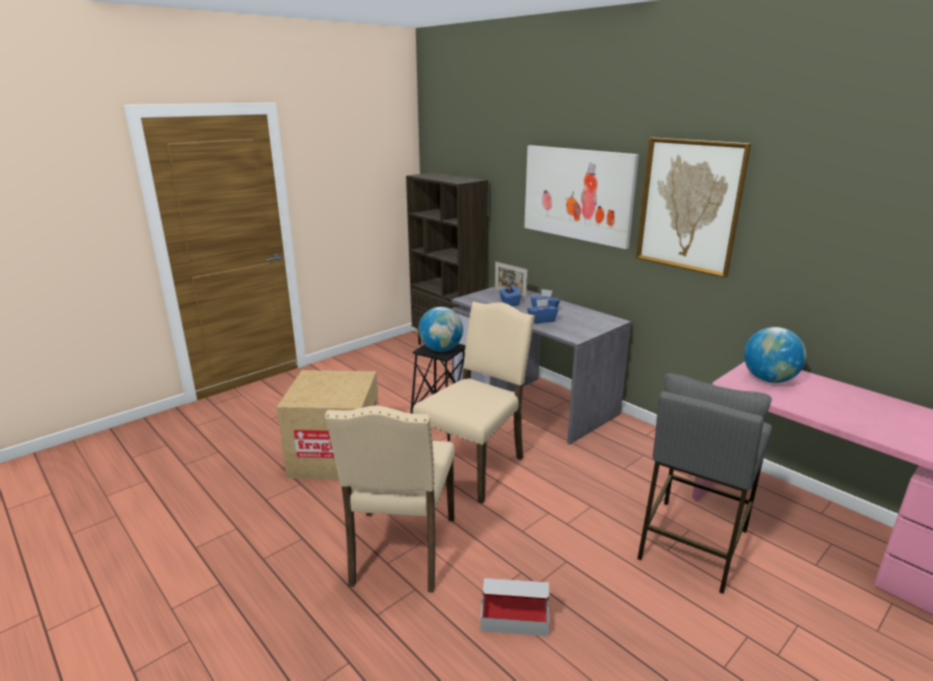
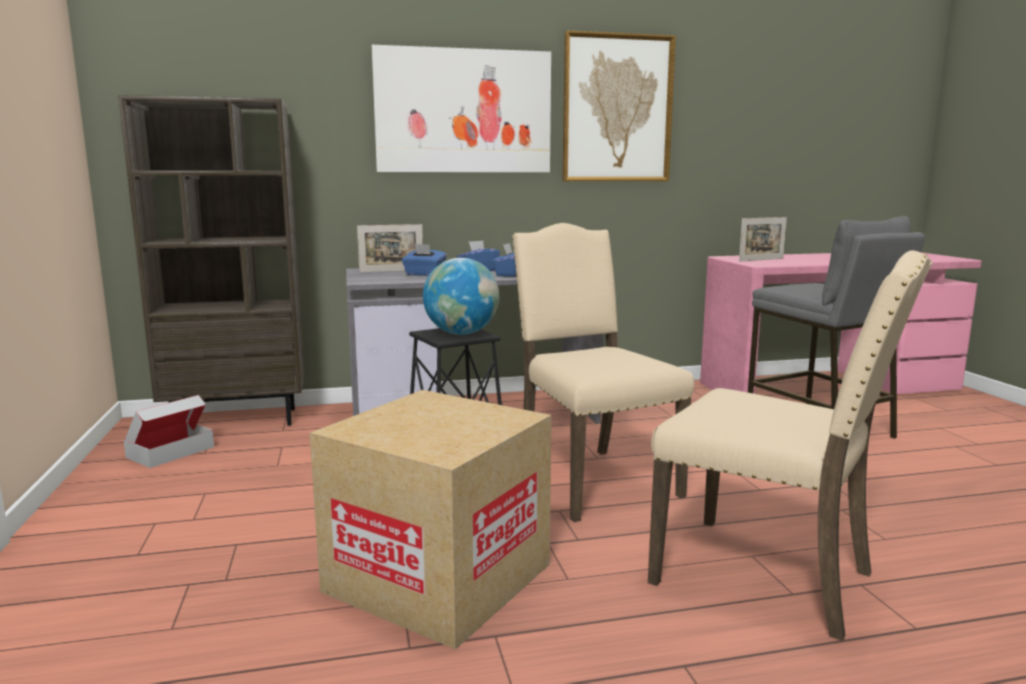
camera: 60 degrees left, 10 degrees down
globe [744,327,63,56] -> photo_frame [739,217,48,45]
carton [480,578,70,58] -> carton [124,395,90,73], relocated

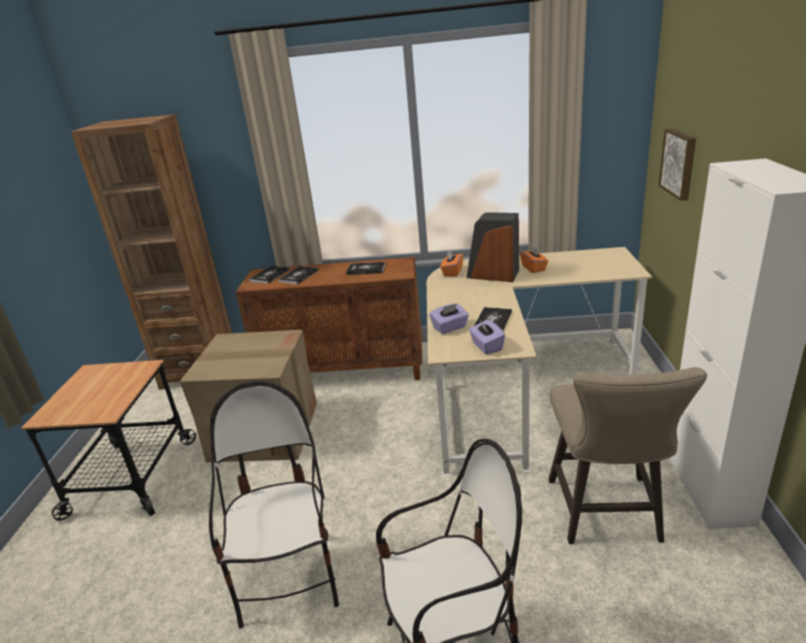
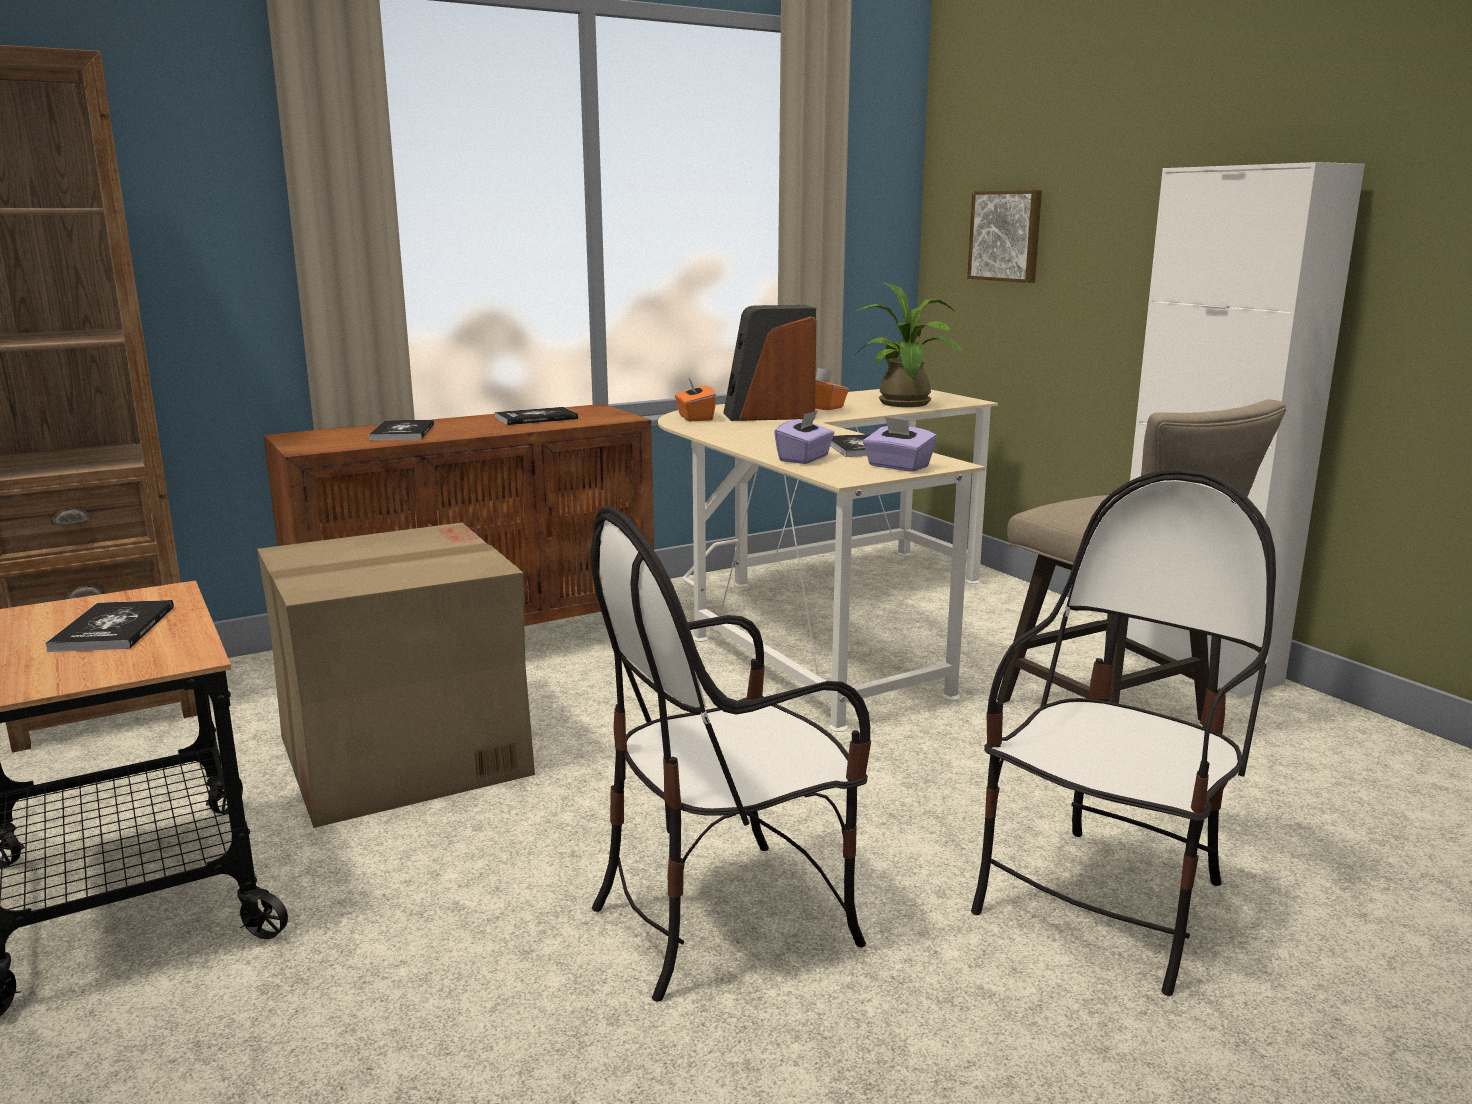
camera: 35 degrees left, 10 degrees down
book [249,266,41,18] -> book [45,600,129,52], relocated
plain_chair [209,381,130,248] -> plain_chair [590,506,281,496], 75 degrees counterclockwise
none -> plant_in_a_pot [855,282,110,125]

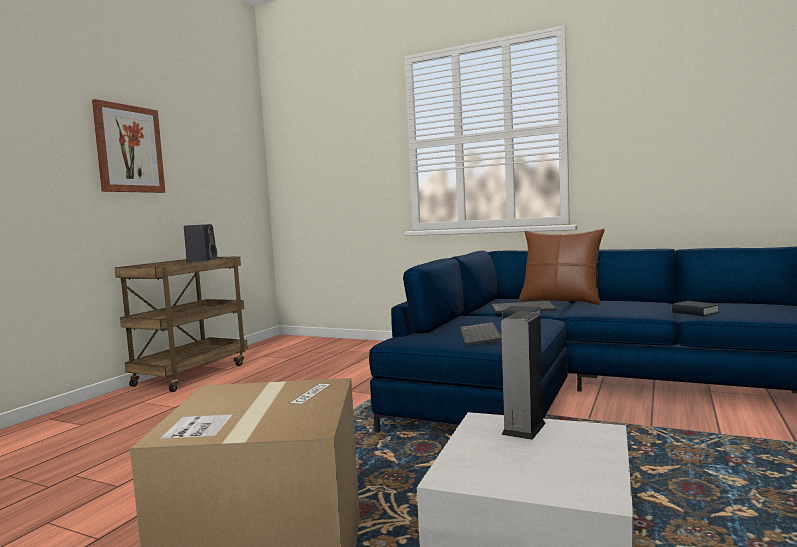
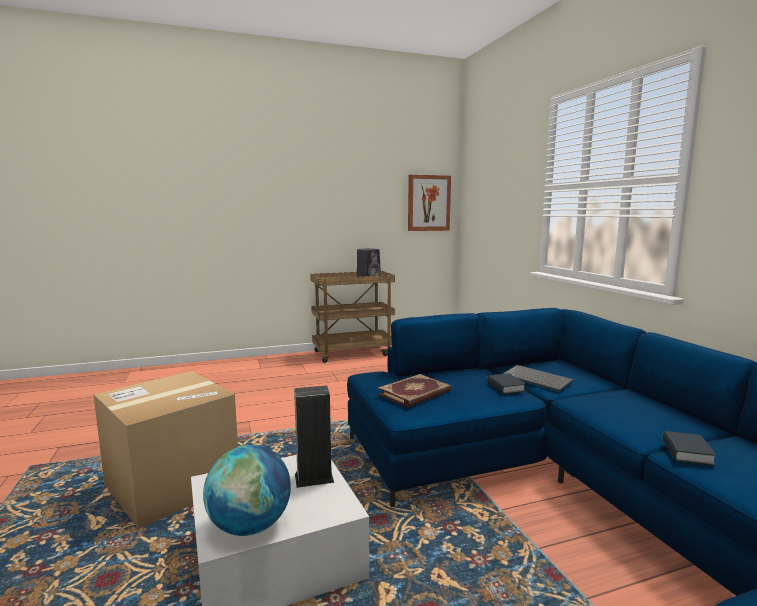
camera: 45 degrees right, 5 degrees up
wall_picture [92,99,73,94] -> wall_picture [408,175,43,56], relocated
brown-coloured_pillow [519,228,86,77] -> none
PC_keyboard [460,322,41,23] -> book [378,374,73,34]
none -> globe [203,445,88,91]

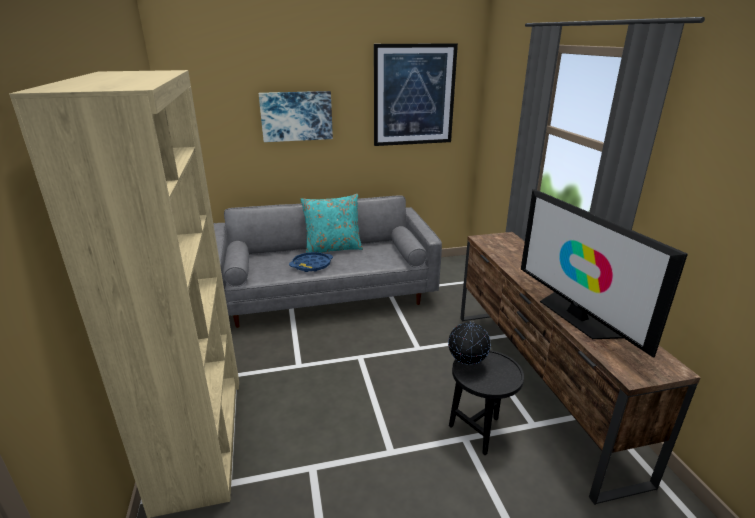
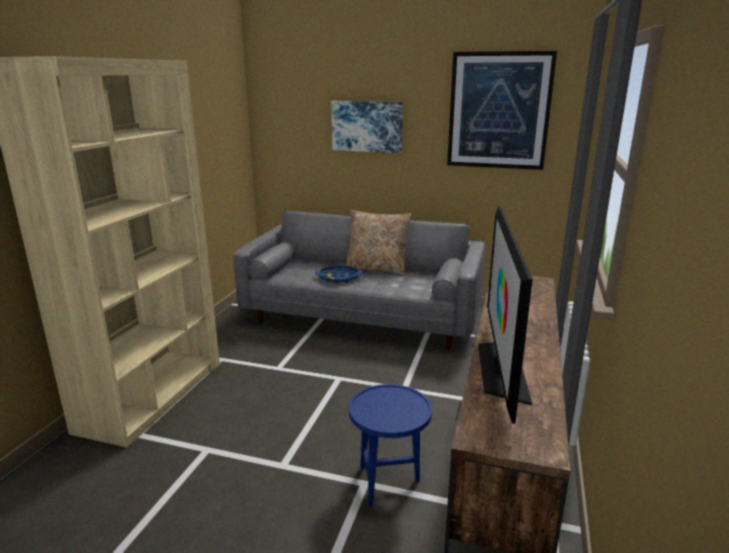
camera: 30 degrees right, 5 degrees down
turquoise-coloured_pillow [301,194,62,59] -> beige-coloured_pillow [345,210,67,65]
globe [448,322,43,43] -> none
black_side_table [449,350,75,105] -> bluish_side_table [349,384,83,123]

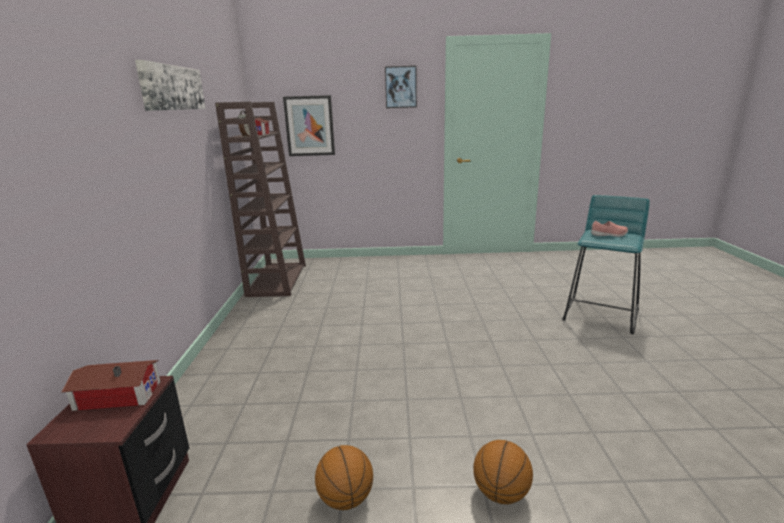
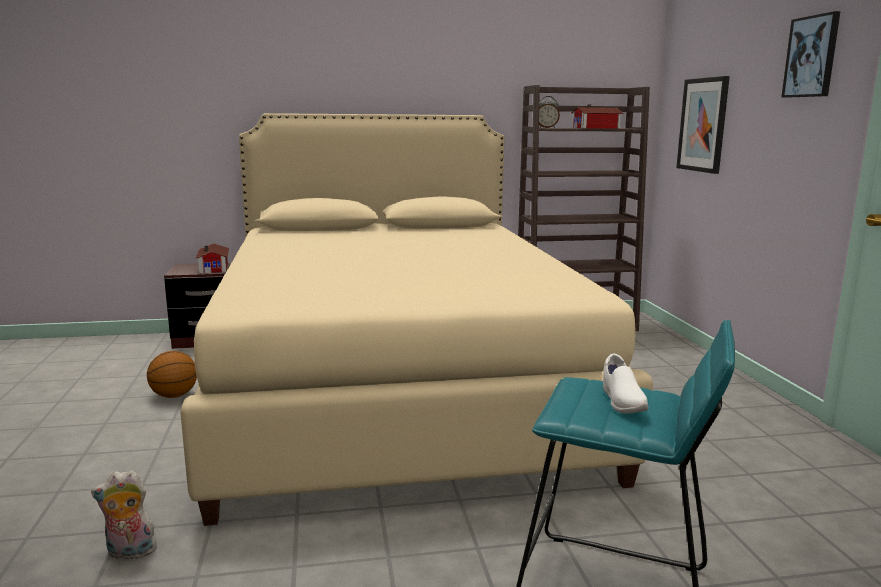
camera: 80 degrees right, 5 degrees down
wall_picture [135,60,71,51] -> none
pinkish_low_shoe [591,220,37,17] -> white_low_shoe [603,354,45,59]
ball_for_basketball [473,440,60,64] -> none
none -> beige-coloured_bedroom_bed [180,113,473,413]
none -> soft_toy [91,470,66,89]

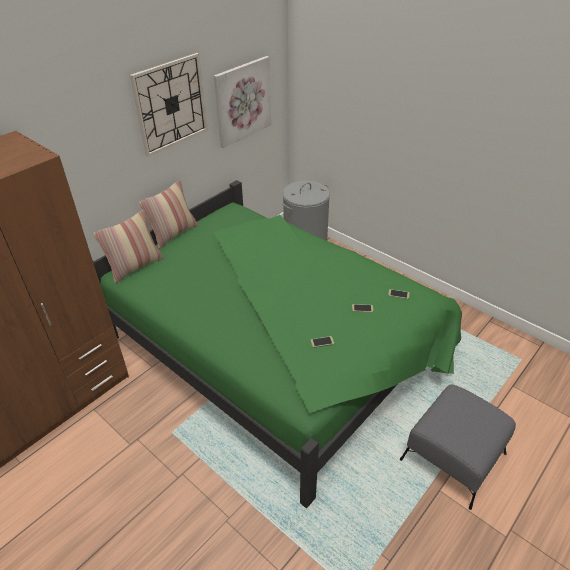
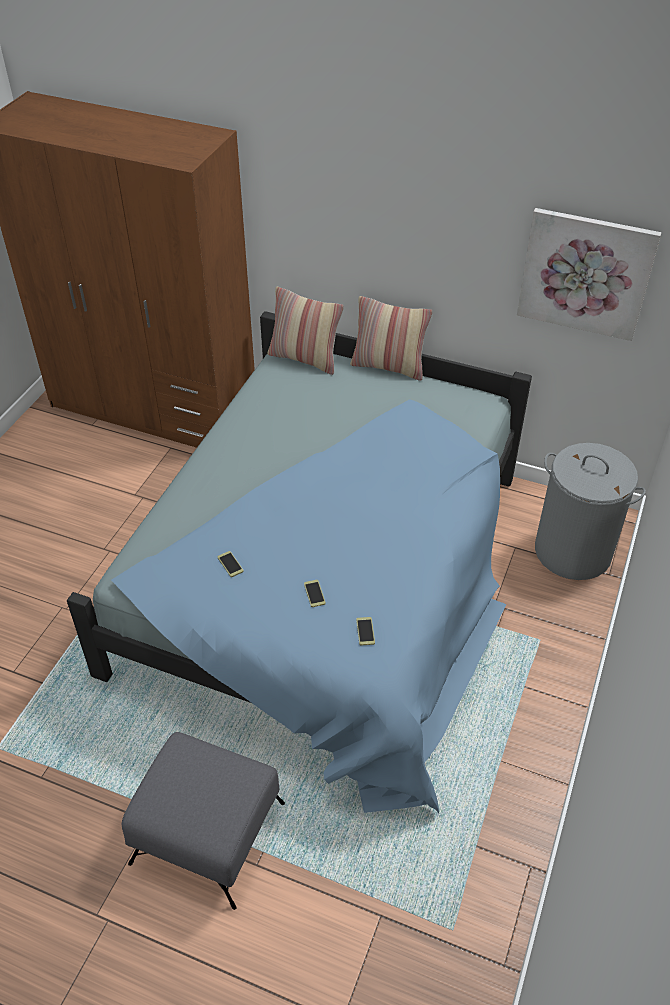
camera: 70 degrees right, 5 degrees up
wall_clock [130,53,78,104] -> none
green_bedroom_bed [93,180,369,328] -> bluish_bedroom_bed [67,311,465,502]

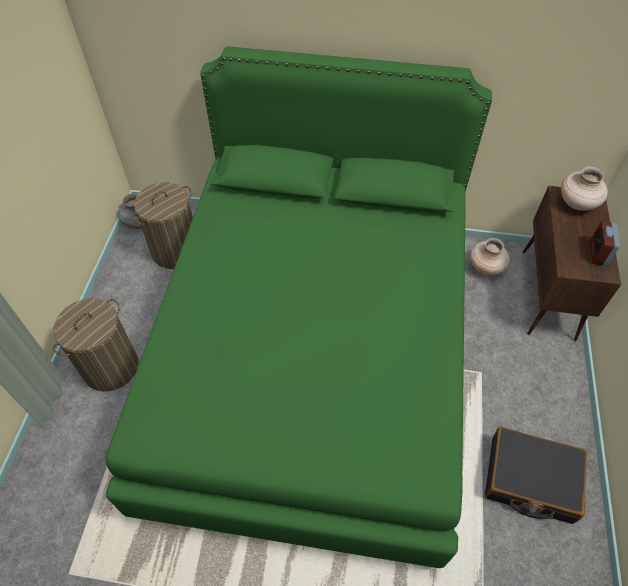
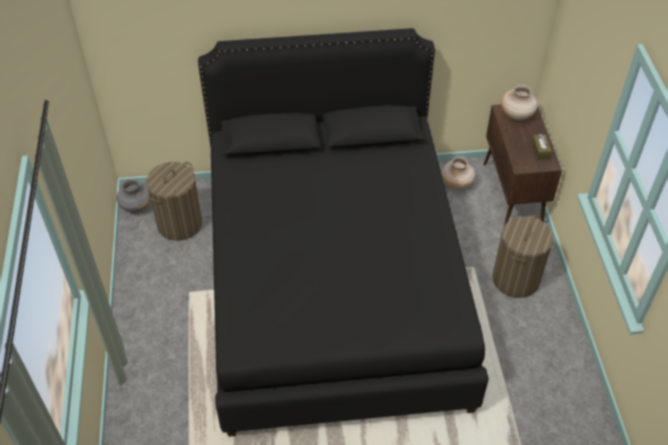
camera: 15 degrees left, 5 degrees down
green_bedroom_bed [106,46,386,522] -> black_bedroom_bed [198,28,291,409]
table_clock [590,221,30,45] -> brown-coloured_box_of_tissues [532,134,20,26]
hamper [52,298,86,93] -> hamper [492,215,62,83], relocated
black_suitcase [485,427,102,97] -> none

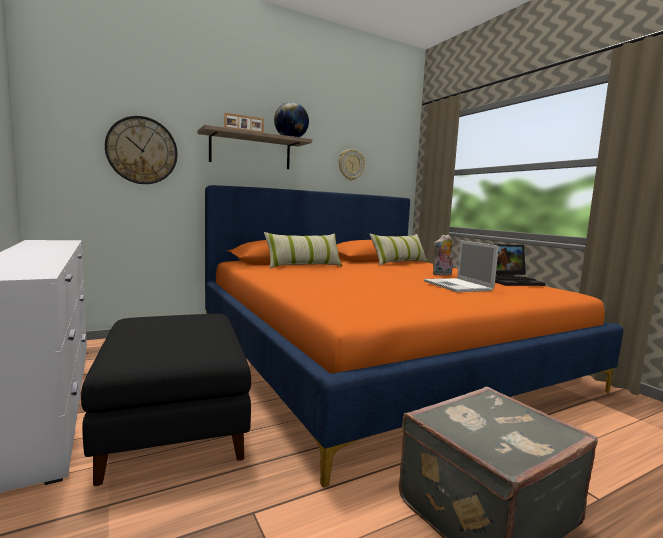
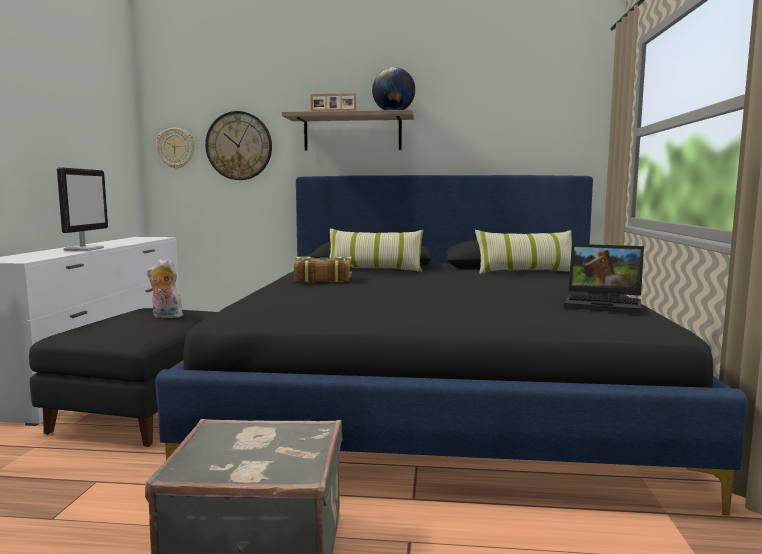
camera: 35 degrees right, 0 degrees up
wall_clock [339,149,26,31] -> wall_clock [156,128,39,41], relocated
orangey_bedroom_bed [205,185,418,303] -> black_bedroom_bed [155,175,593,340]
soft_toy [433,234,20,42] -> soft_toy [147,259,36,59], relocated
laptop [424,240,75,52] -> none
none -> monitor [57,167,51,84]
none -> book [294,256,58,27]

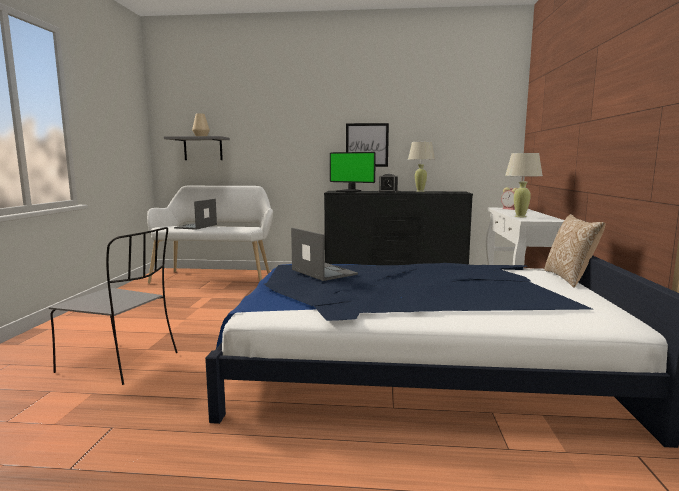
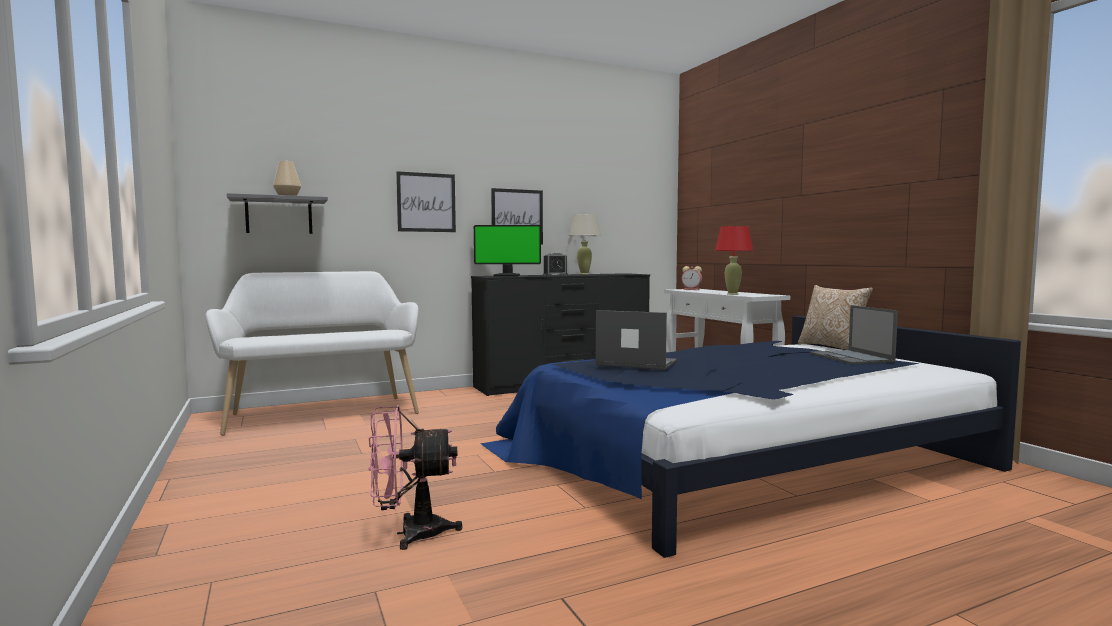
camera: 30 degrees left, 5 degrees down
beige-coloured_table_lamp [505,153,38,64] -> red-coloured_table_lamp [715,226,38,69]
laptop [174,199,43,31] -> laptop [810,305,88,59], relocated
grey_plain_chair [49,227,129,158] -> pinkish_fan [368,405,95,145]
none -> wall_picture [396,171,60,61]

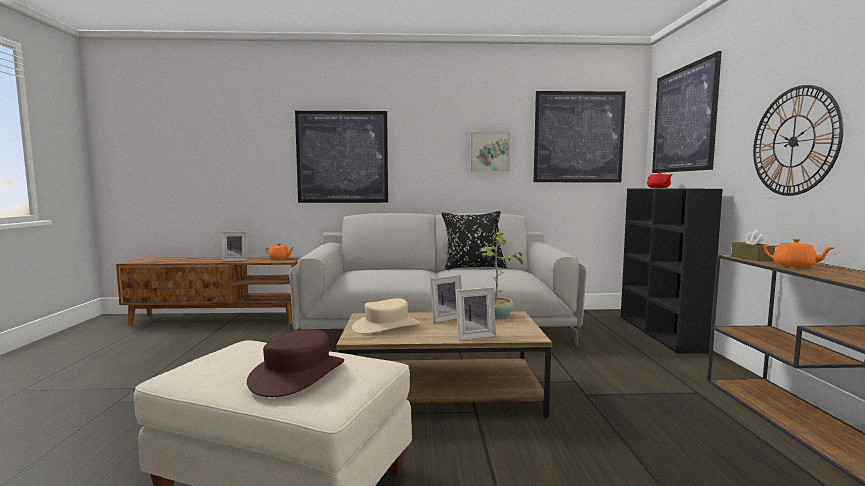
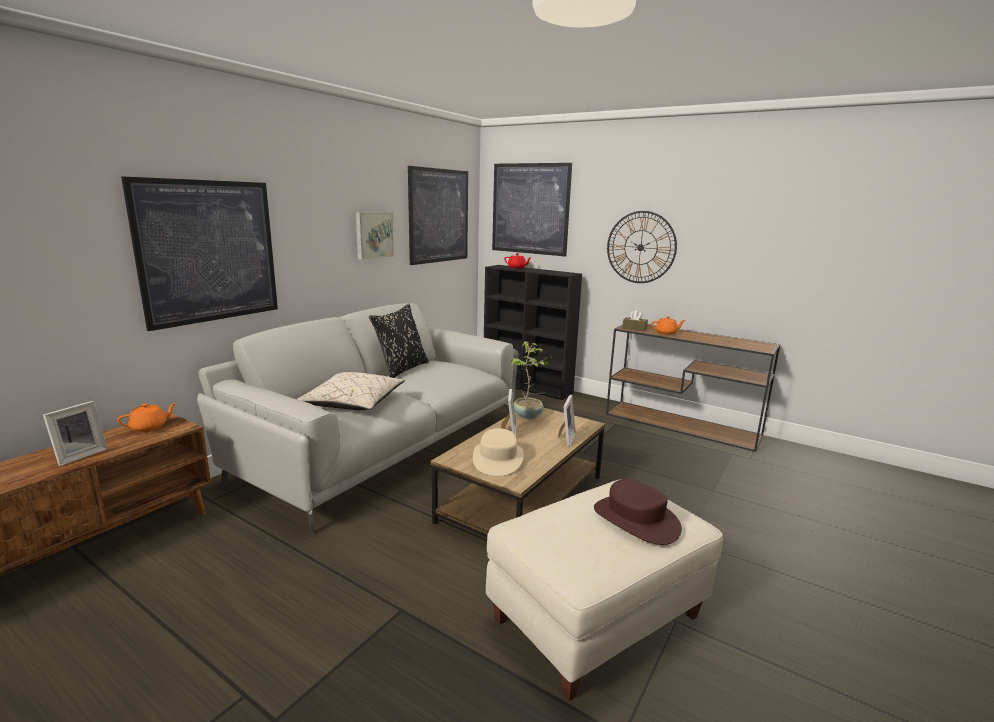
camera: 55 degrees left, 10 degrees up
none -> beige-coloured_pillow [297,372,108,38]

